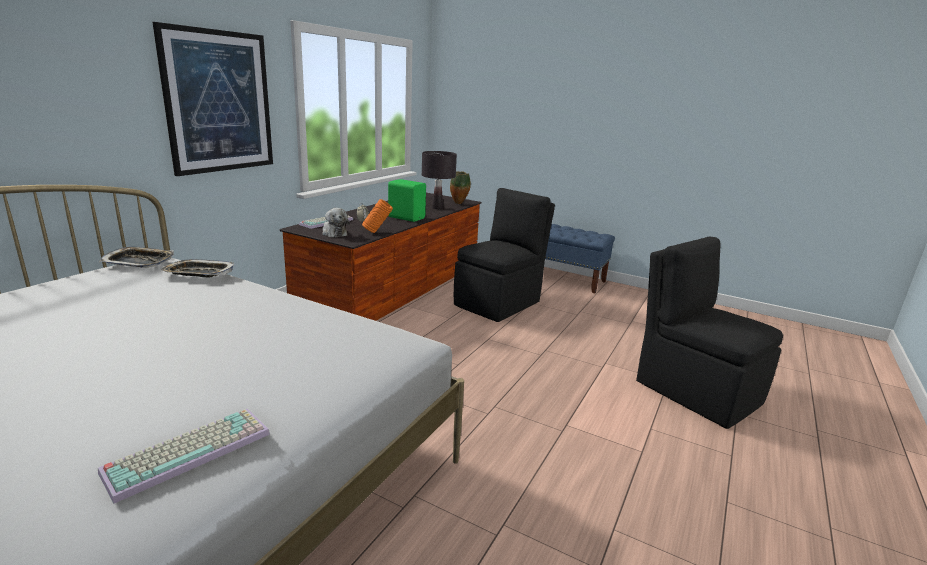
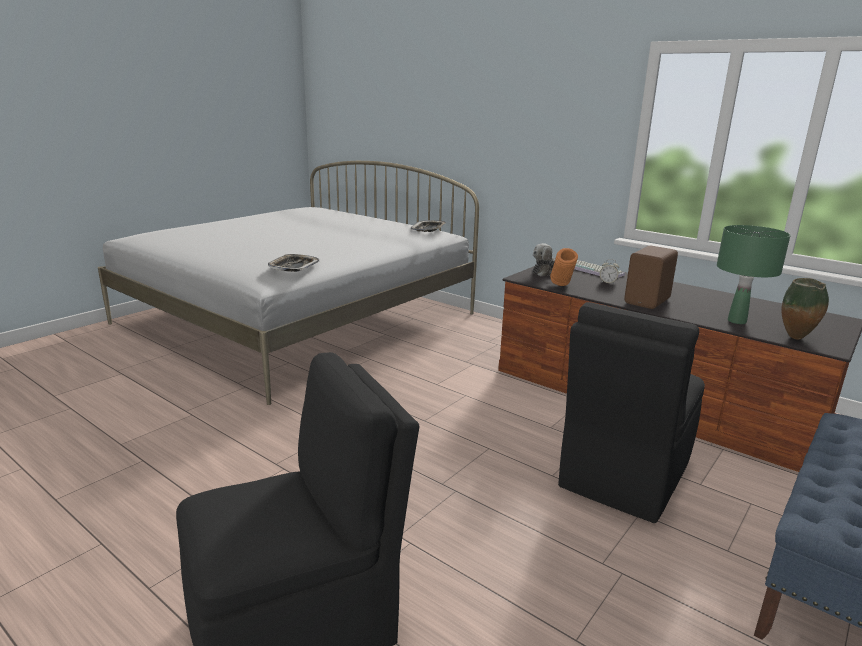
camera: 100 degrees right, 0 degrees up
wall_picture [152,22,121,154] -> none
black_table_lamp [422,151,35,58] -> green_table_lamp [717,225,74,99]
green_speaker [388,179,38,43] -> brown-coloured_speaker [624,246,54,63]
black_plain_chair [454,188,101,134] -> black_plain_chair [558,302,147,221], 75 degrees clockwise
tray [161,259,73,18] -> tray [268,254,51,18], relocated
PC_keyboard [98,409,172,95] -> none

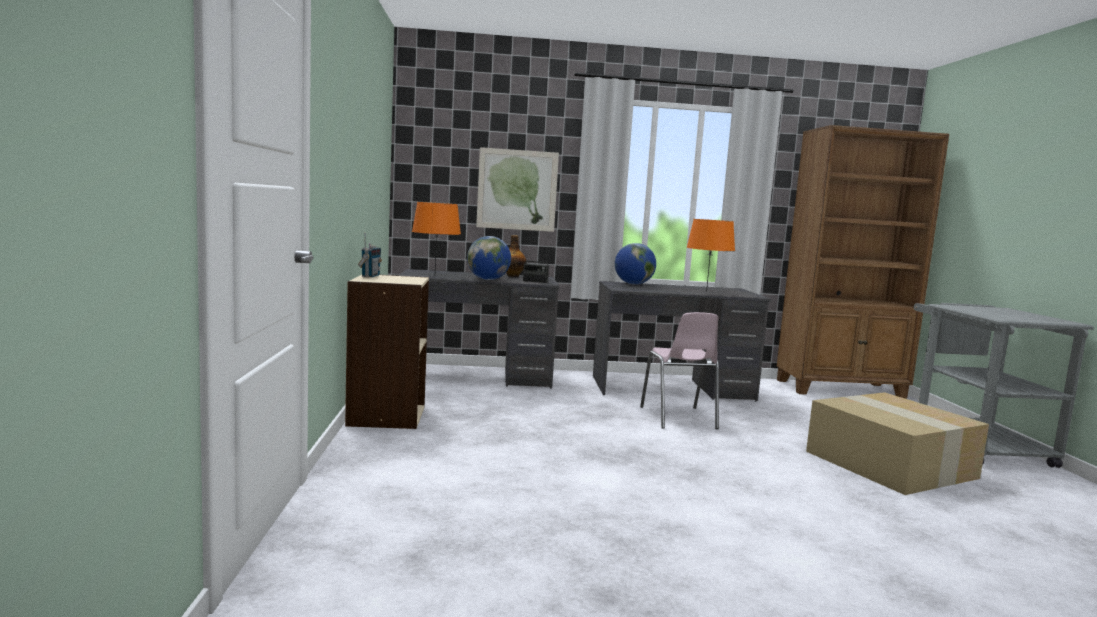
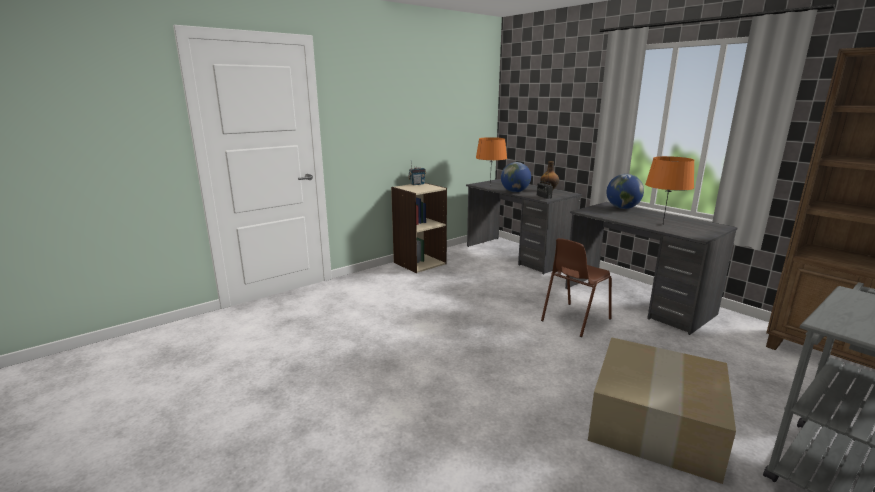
camera: 55 degrees right, 10 degrees up
wall_picture [476,147,83,85] -> none
pinkish_plain_chair [640,312,79,117] -> brown-coloured_plain_chair [541,238,71,99]

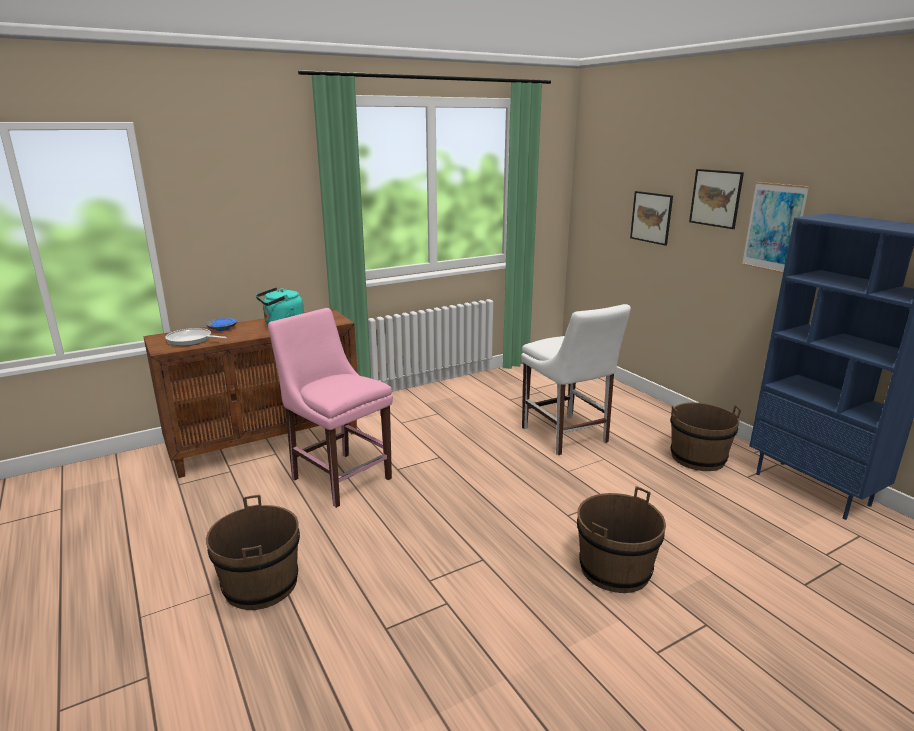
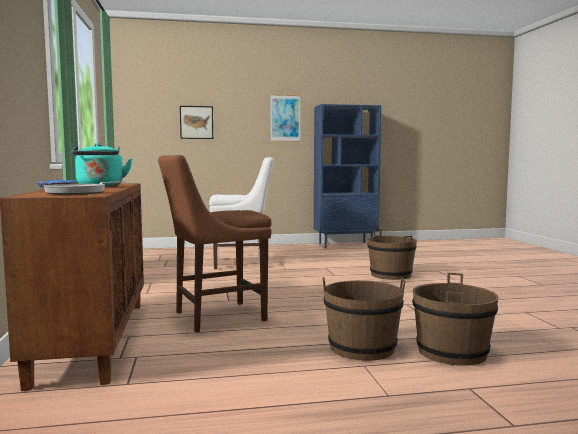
camera: 70 degrees left, 15 degrees down
wall_picture [689,169,55,60] -> none
pinkish_plain_chair [268,308,125,200] -> brown-coloured_plain_chair [158,155,114,177]
brown-coloured_pail [670,402,71,69] -> brown-coloured_pail [412,273,87,92], relocated

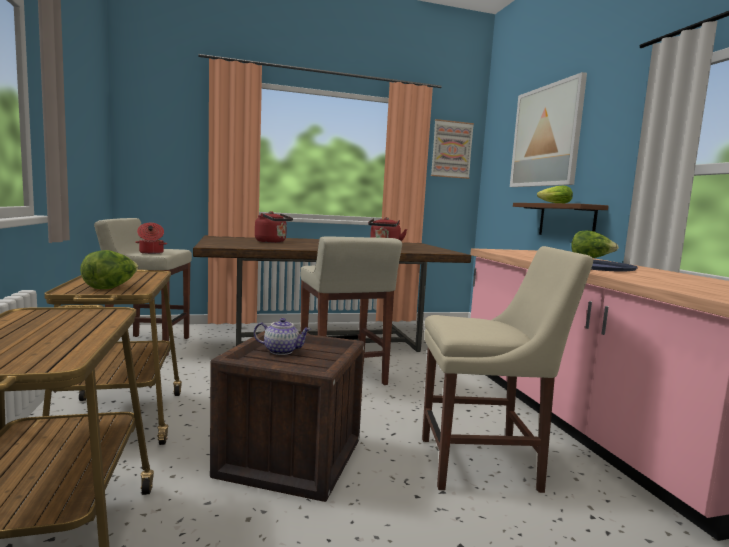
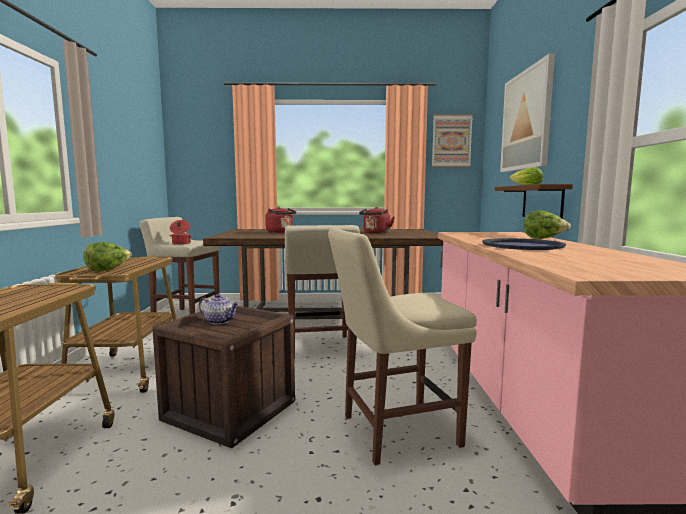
camera: 15 degrees right, 0 degrees up
beige-coloured_plain_chair [422,246,171,247] -> beige-coloured_plain_chair [328,228,149,237], 150 degrees clockwise

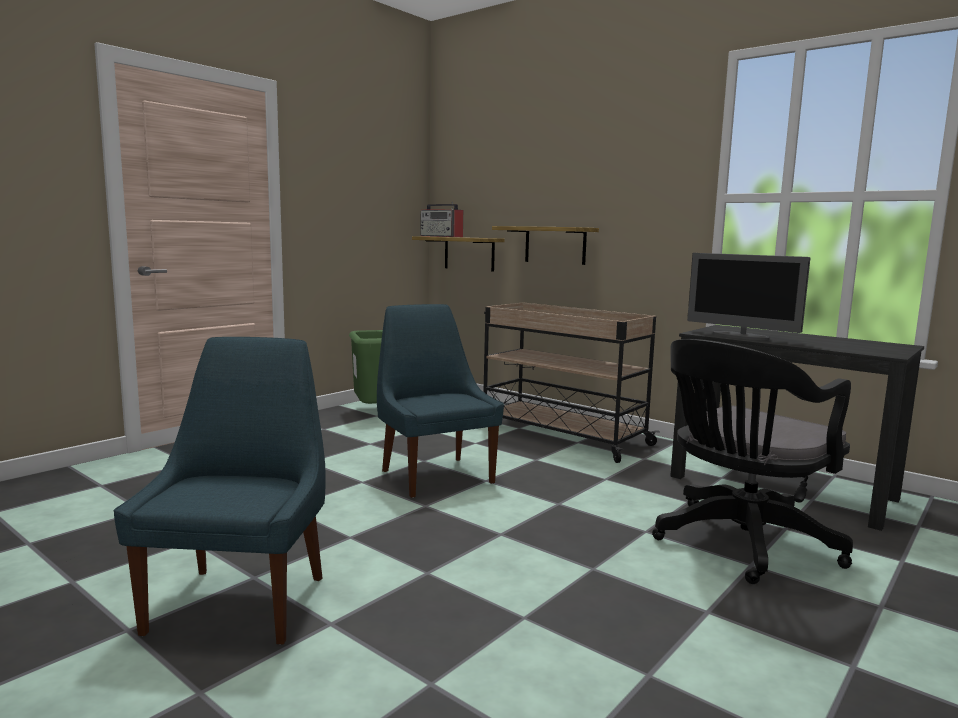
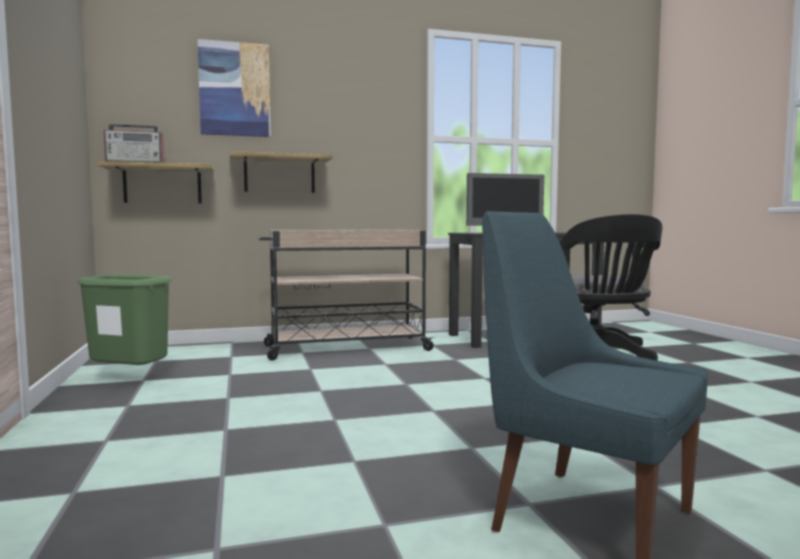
camera: 55 degrees left, 5 degrees down
bluish_plain_chair [377,304,127,194] -> none
none -> wall_picture [198,39,73,98]

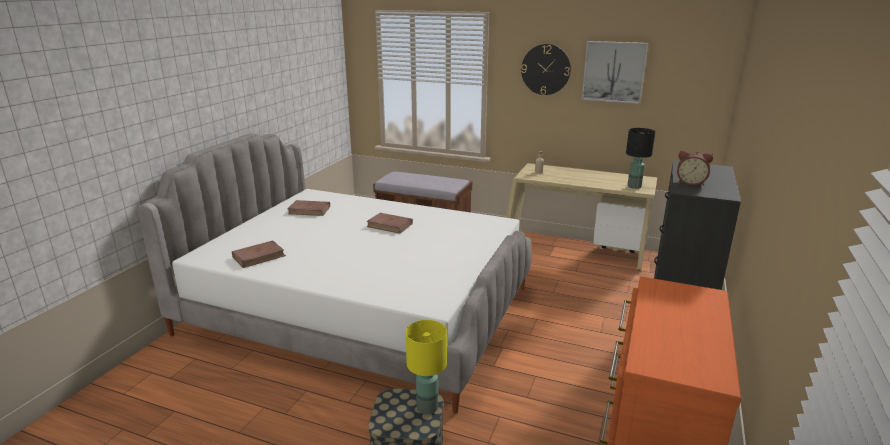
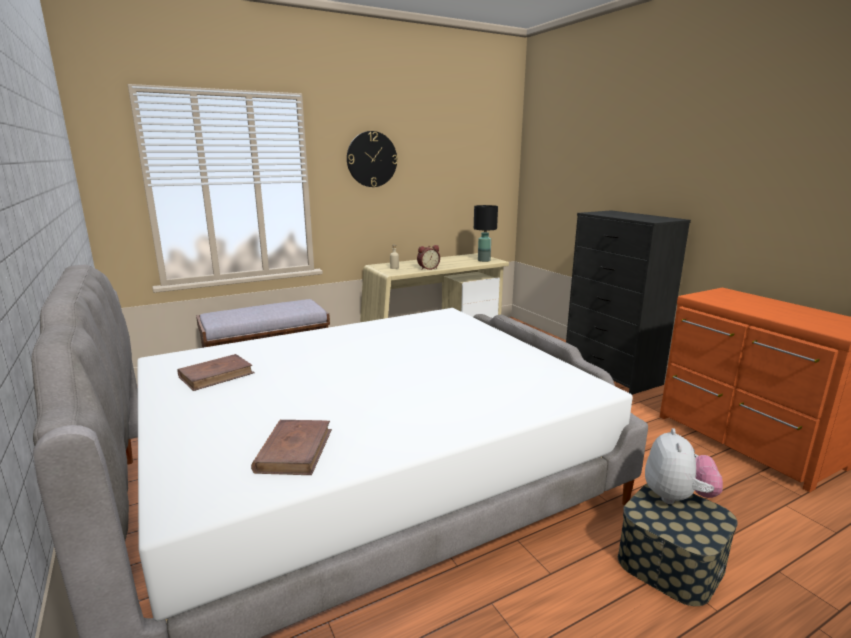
camera: 50 degrees left, 5 degrees down
wall_picture [582,41,66,63] -> none
table_clock [677,150,36,36] -> table_clock [417,245,23,25], relocated
brown-coloured_book [366,213,47,21] -> none
yellow_table_lamp [406,320,41,94] -> soft_toy [645,428,78,76]

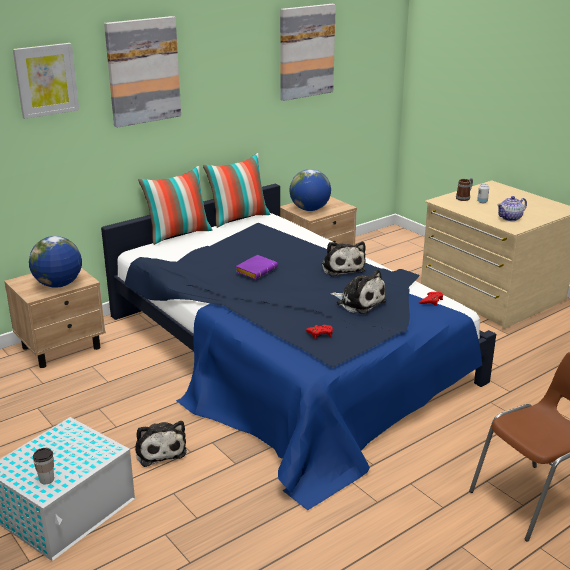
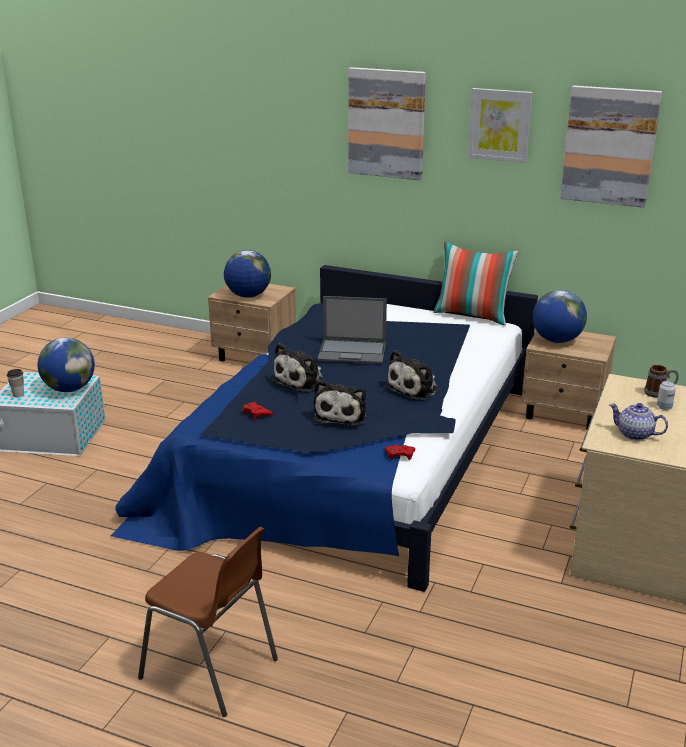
camera: 60 degrees right, 0 degrees up
wall_picture [13,43,66,76] -> wall_picture [468,88,65,75], relocated
pillow [138,166,75,79] -> none
purple-coloured_book [235,255,43,24] -> laptop [317,296,70,68]
soft_toy [135,421,52,46] -> soft_toy [271,343,54,49], relocated
none -> globe [38,337,57,55]

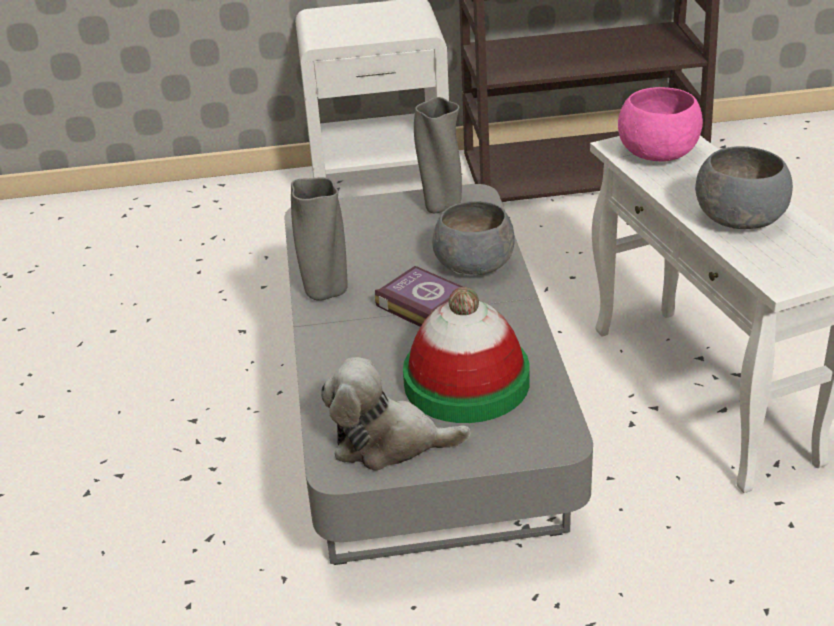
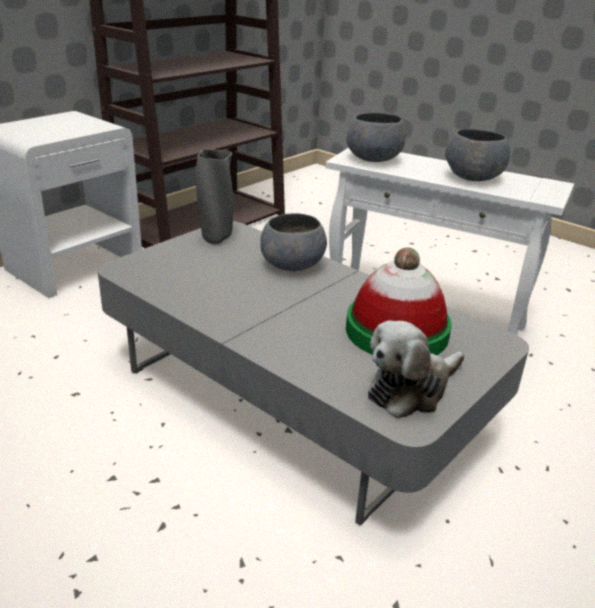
camera: 45 degrees left, 5 degrees down
pinkish_bowl [618,87,85,75] -> grey_bowl [346,113,60,49]
grey_decorative_vase [291,177,57,124] -> none
book [375,266,88,61] -> none

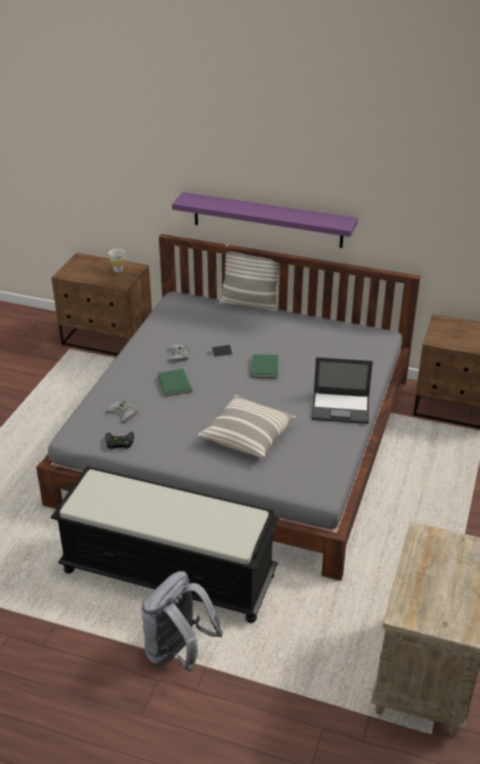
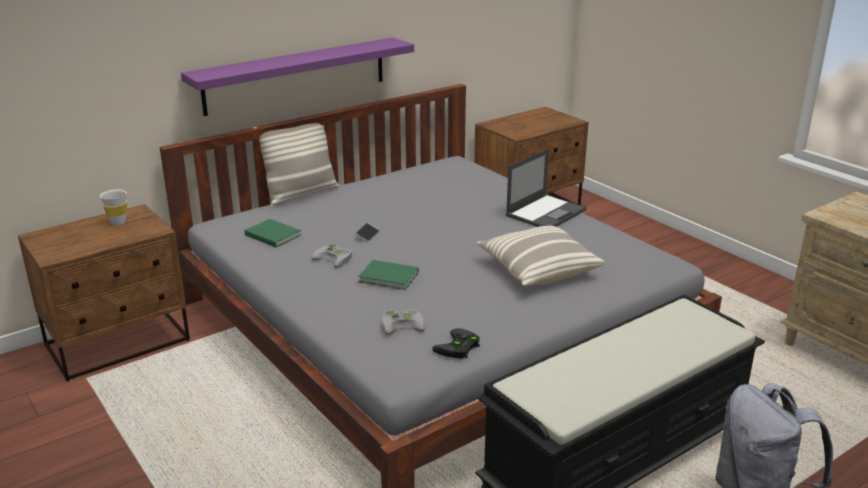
camera: 55 degrees left, 10 degrees down
green_book [251,354,27,24] -> green_book [244,219,57,28], relocated

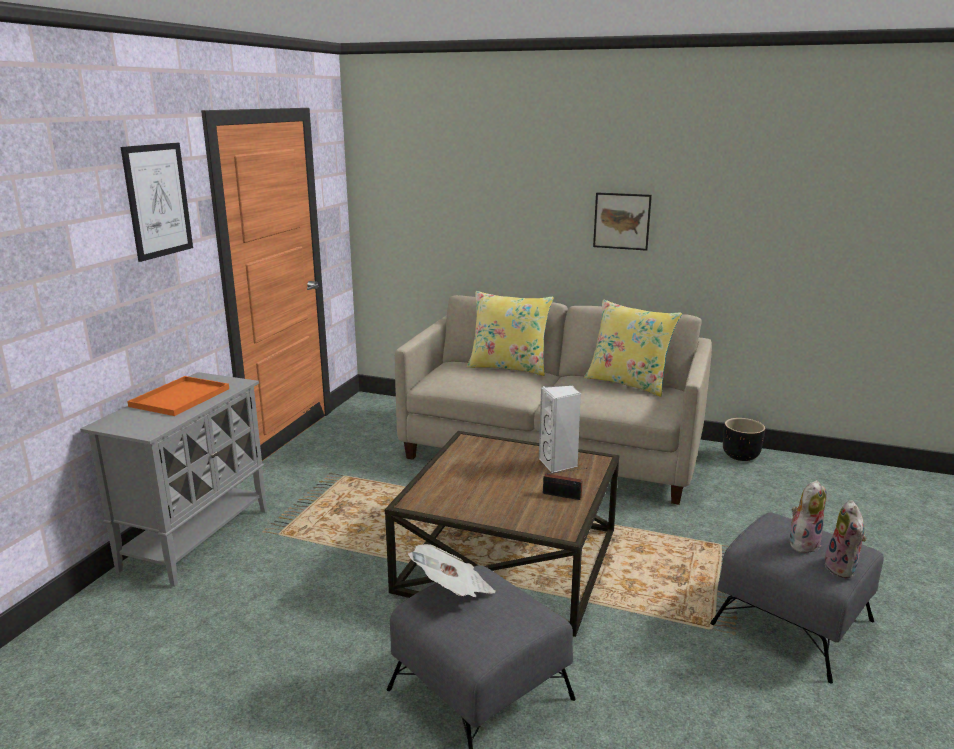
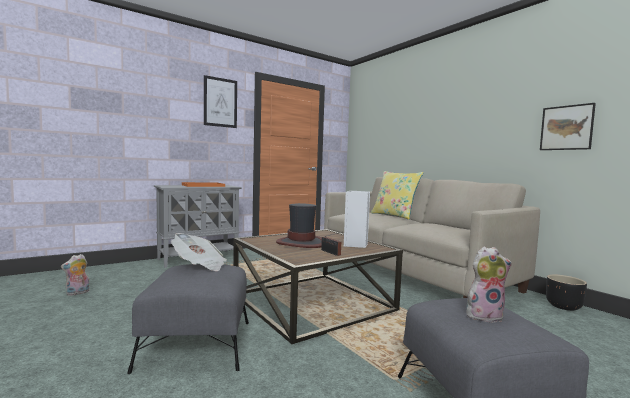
camera: 35 degrees right, 15 degrees down
wall_picture [593,193,59,58] -> wall_picture [540,103,56,47], relocated
yellow_pillow [584,299,98,98] -> none
soft_toy [825,500,41,78] -> soft_toy [61,254,29,42], relocated
none -> wearable_hat [276,203,46,45]

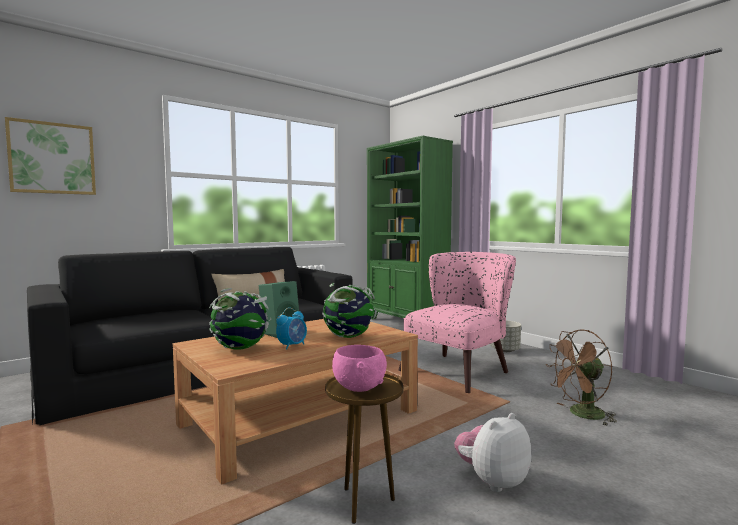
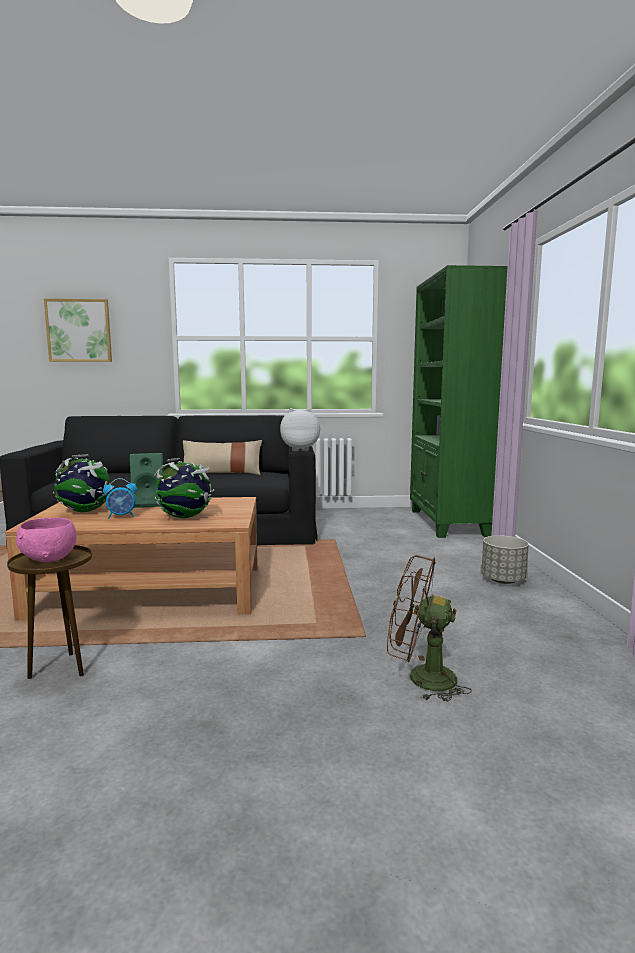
camera: 35 degrees right, 5 degrees up
pinkish_lounge_chair [398,252,118,141] -> none
soft_toy [454,413,78,79] -> soft_toy [280,408,40,43], relocated

